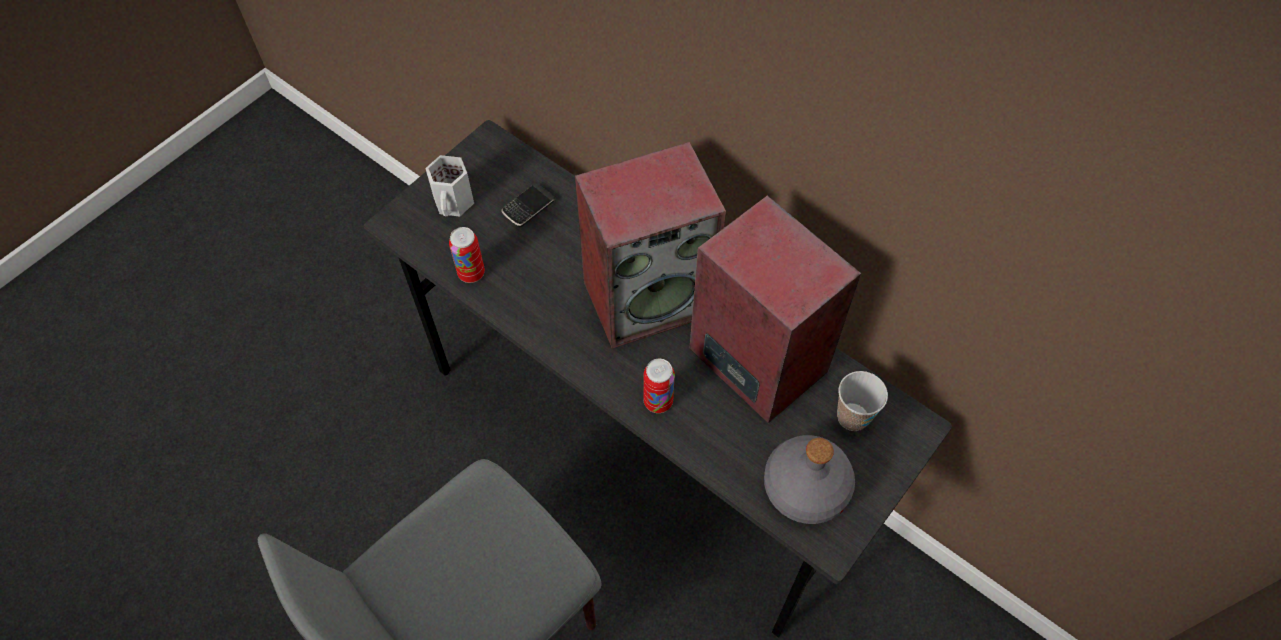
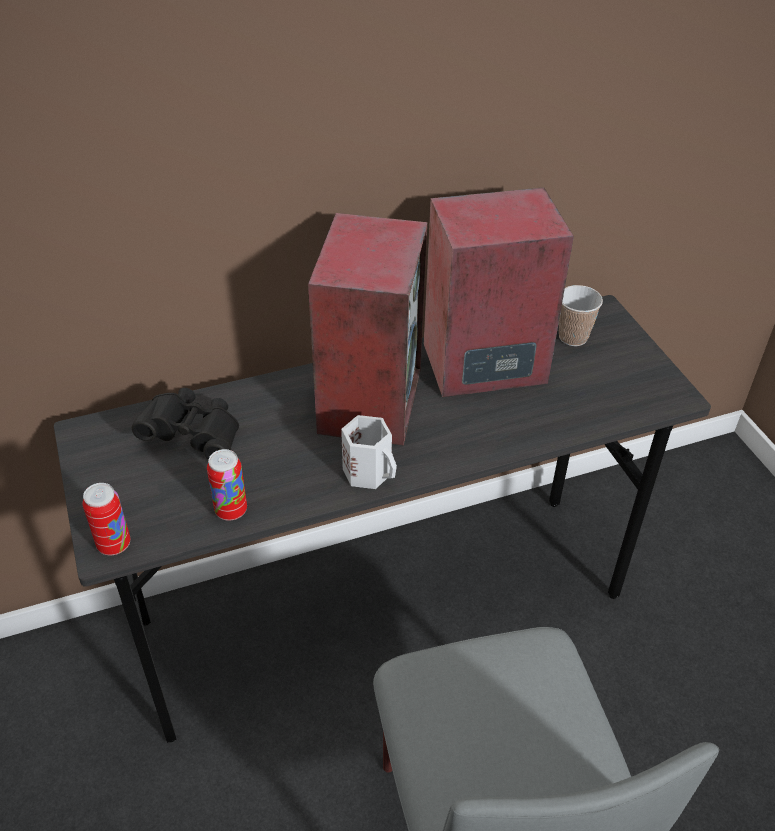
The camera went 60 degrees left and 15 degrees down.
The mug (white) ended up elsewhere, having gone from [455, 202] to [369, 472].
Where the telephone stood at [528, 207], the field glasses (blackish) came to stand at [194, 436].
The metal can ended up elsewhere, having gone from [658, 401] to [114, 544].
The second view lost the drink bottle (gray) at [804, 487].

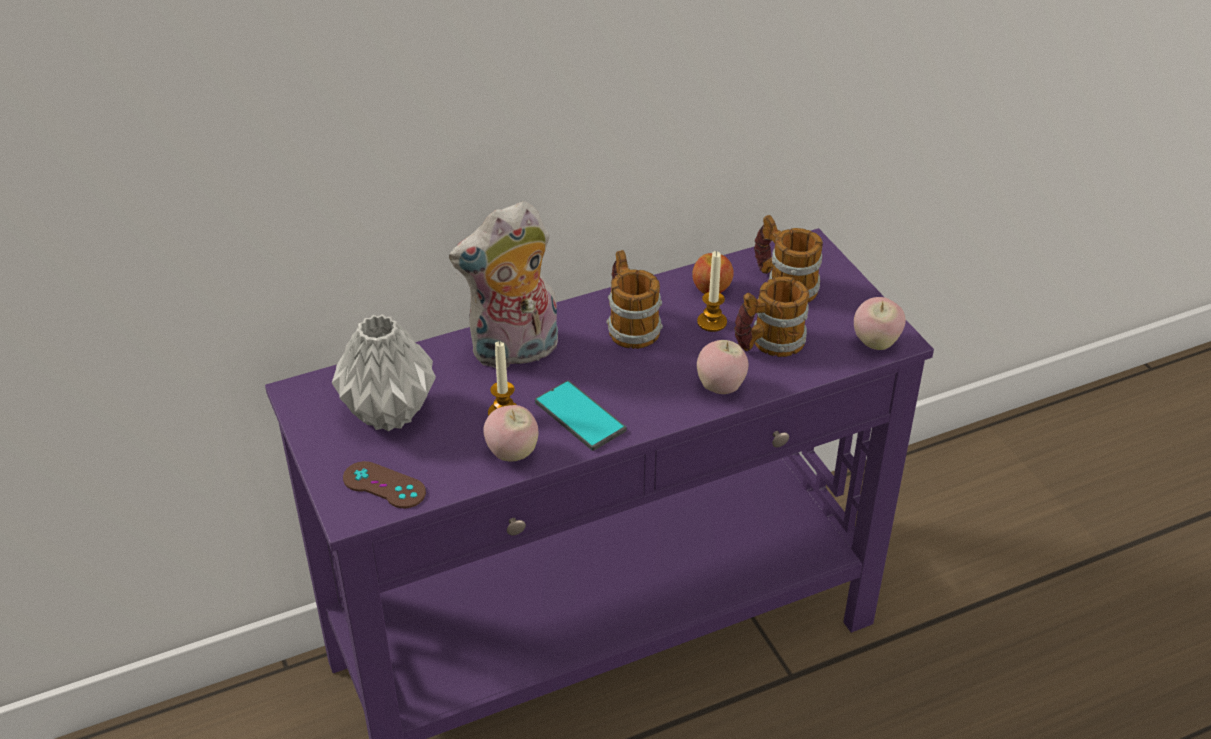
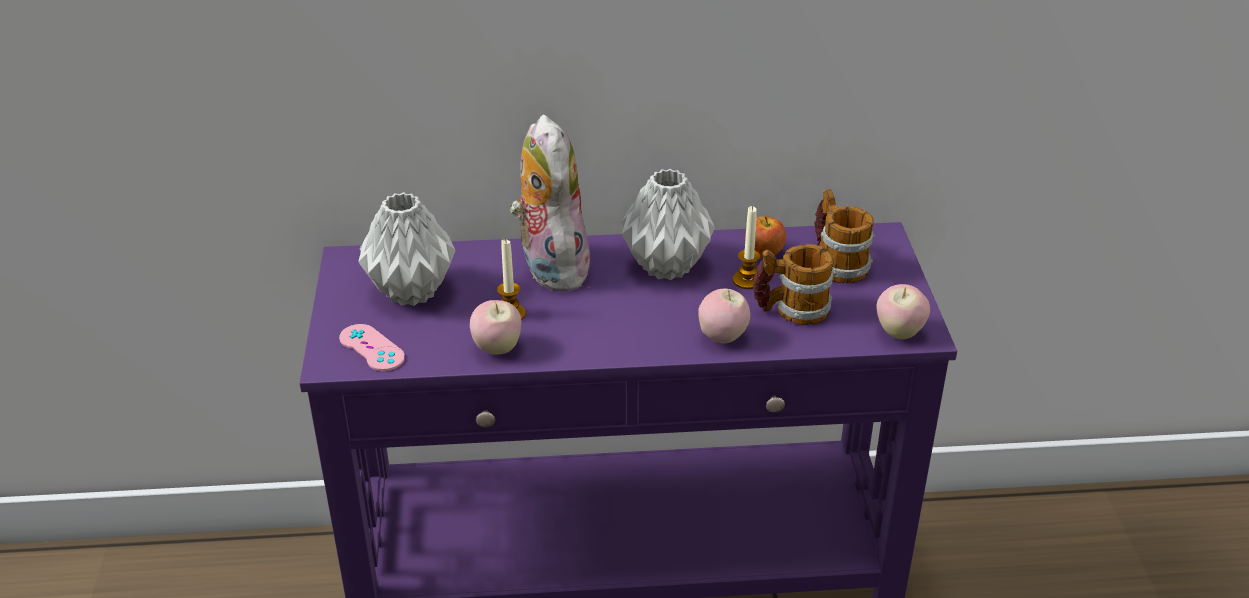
The camera went 20 degrees right and 5 degrees down.
The cuddly toy at [514, 353] ended up facing another way, 75 degrees clockwise from before.
Where the mug stood at [630, 325], the decorative vase (gray) came to stand at [668, 267].
The second view lost the telephone at [580, 416].
What was the game controller (brown) at [384, 485] turned into the game controller (pink-coloured) at [372, 348].

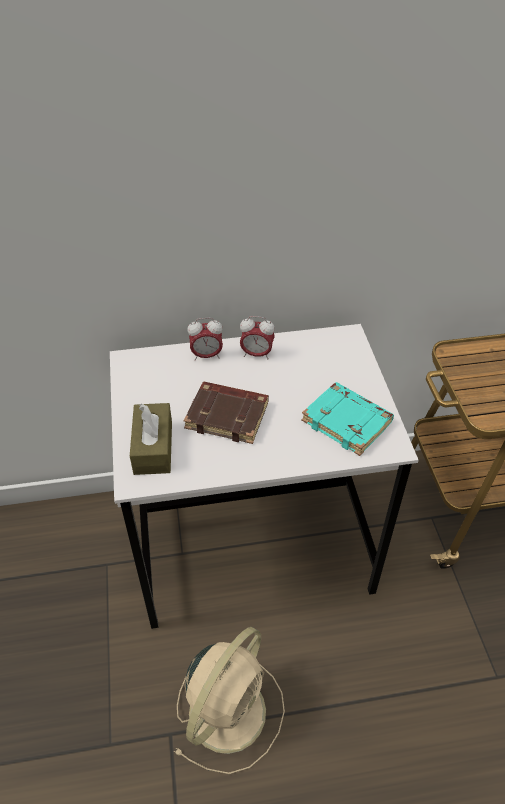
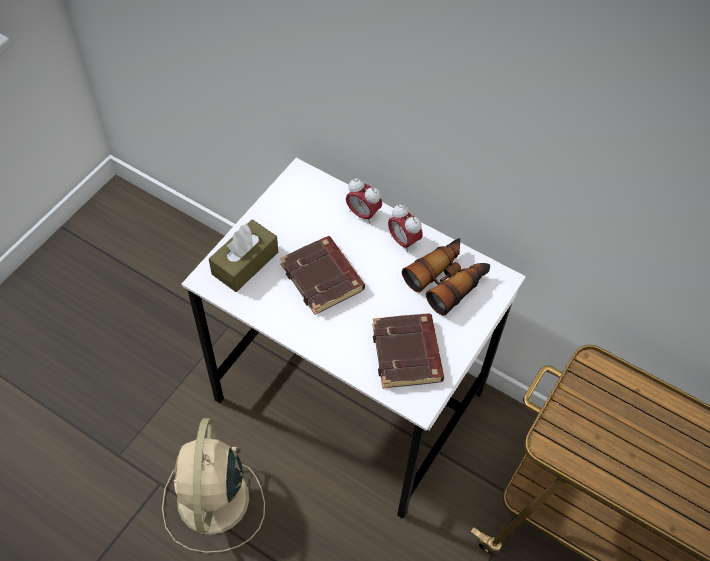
The camera went 40 degrees right and 10 degrees up.
What was the bound book (turquoise-coloured) at [348, 422] turned into the bound book (brown) at [408, 354].
The cooling fan (beige-coloured) at [229, 708] ended up facing another way, 105 degrees clockwise from before.
The second view gained the field glasses at [447, 280].

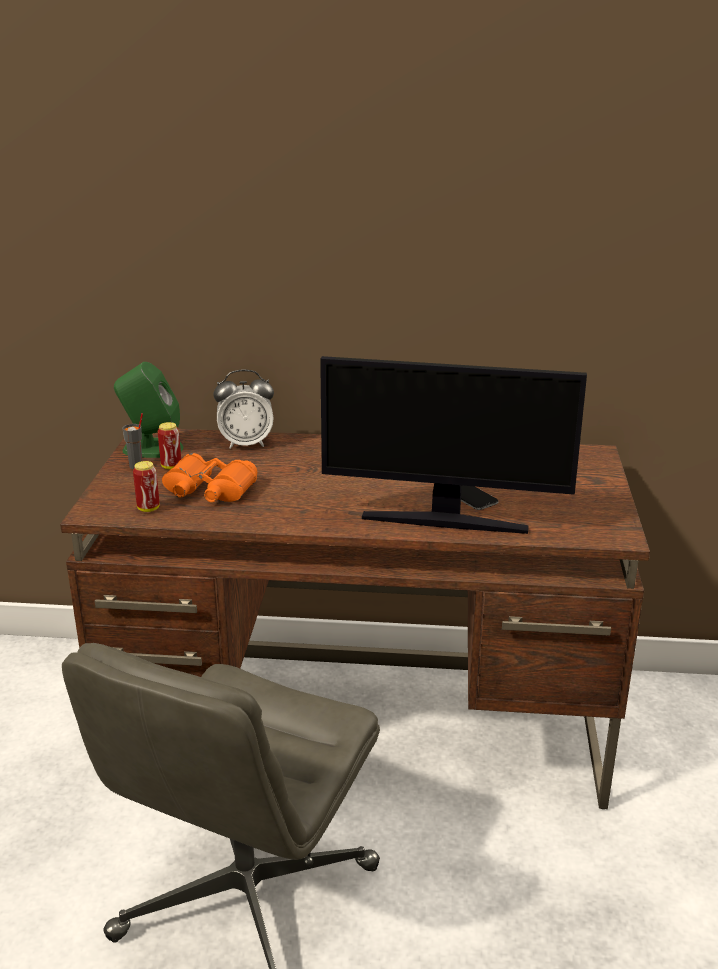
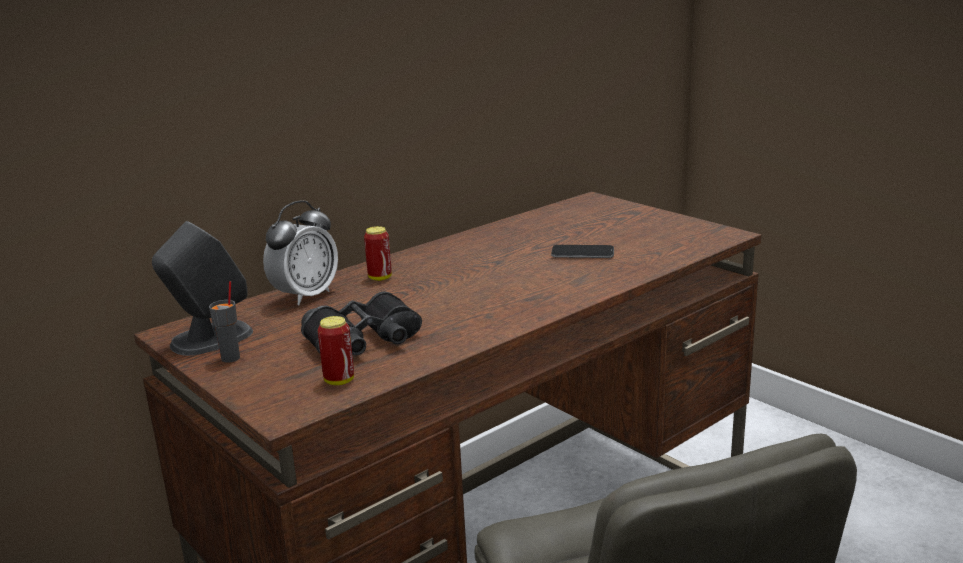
The camera went 45 degrees left and 5 degrees down.
The second view lost the monitor at [444, 520].
What was the speaker (green) at [152, 448] turned into the speaker (gray) at [210, 339].
The metal can ended up elsewhere, having gone from [171, 466] to [380, 278].
What was the field glasses (orange) at [209, 490] turned into the field glasses (blackish) at [364, 341].

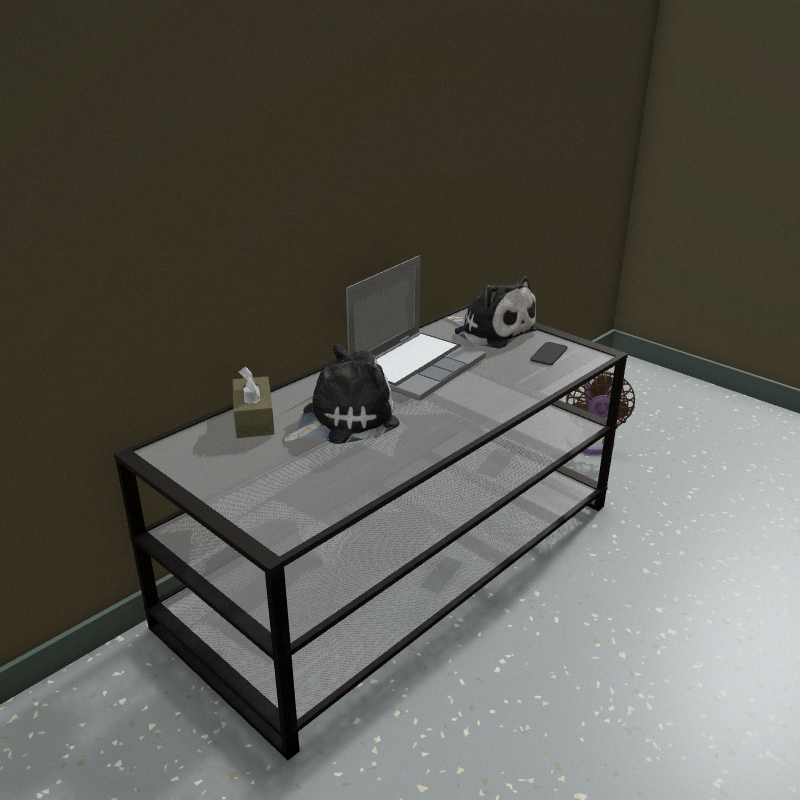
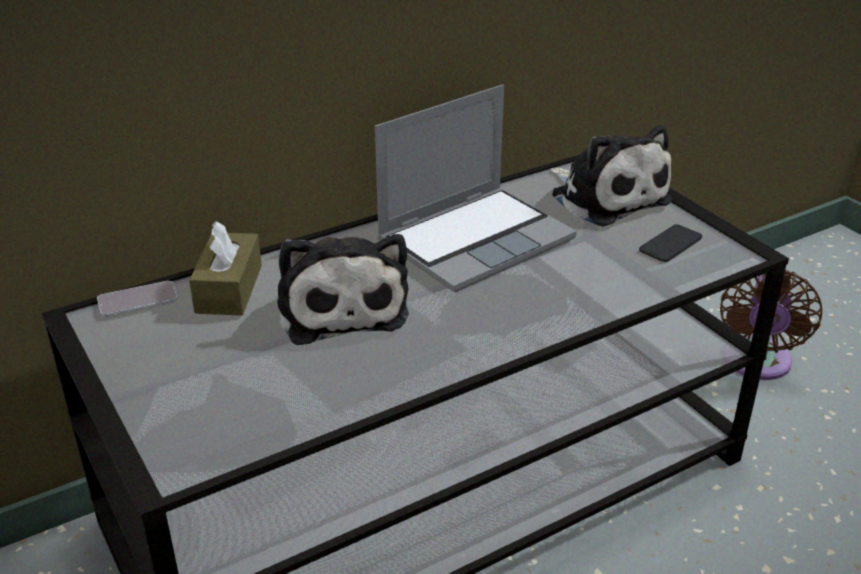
The camera went 15 degrees right and 5 degrees up.
The cuddly toy at [343, 420] ended up facing another way, 90 degrees clockwise from before.
The second view gained the telephone at [137, 300].

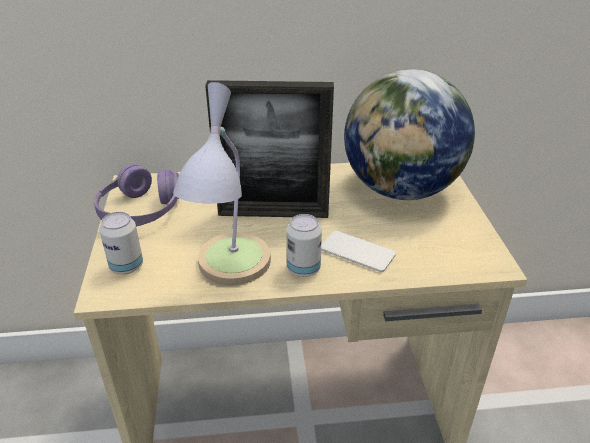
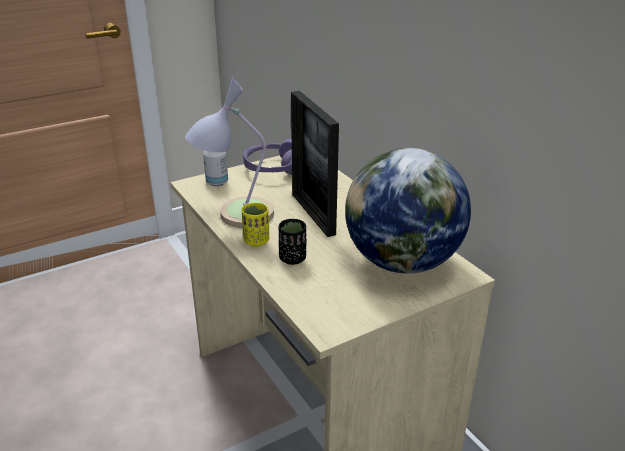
The camera went 65 degrees right and 5 degrees down.
Where the metal can stood at [303, 269], the drinking cup (yellow) came to stand at [256, 241].
Where the telephone stood at [357, 252], the drinking cup (blackish) came to stand at [292, 259].

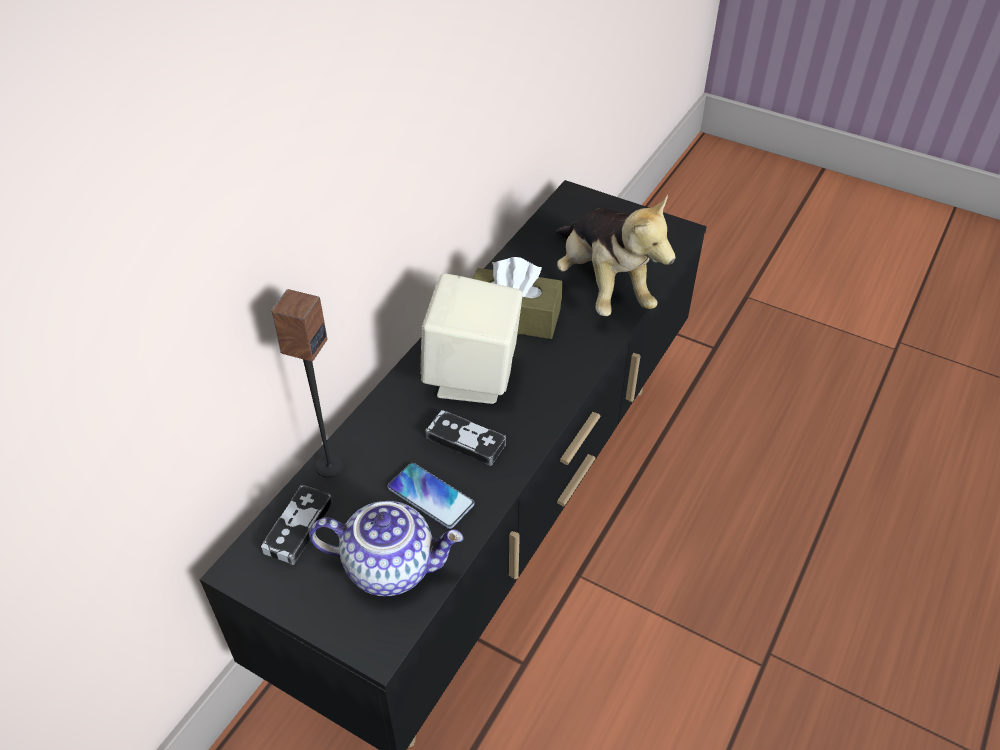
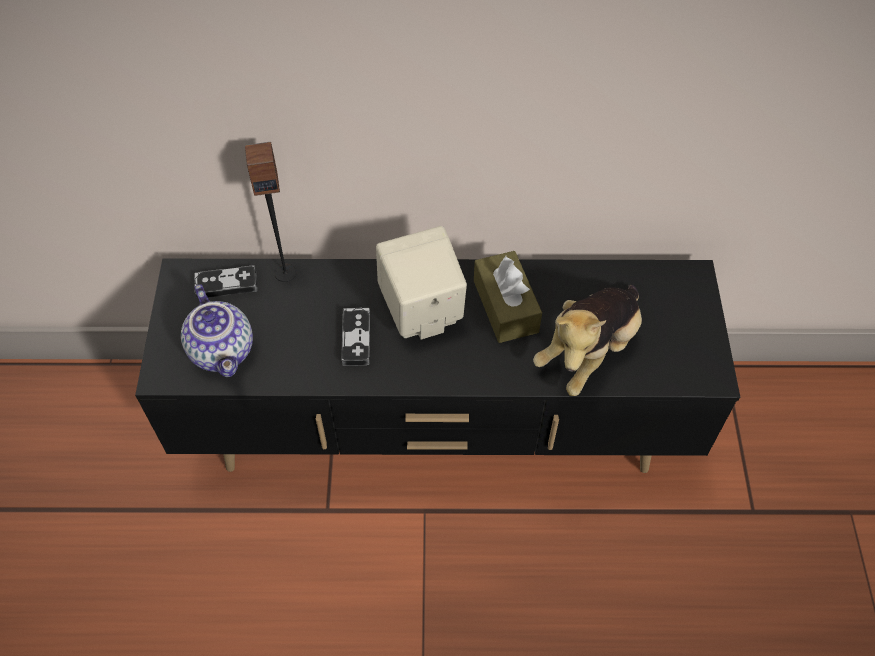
The camera went 60 degrees right and 10 degrees up.
The second view lost the telephone at [430, 496].

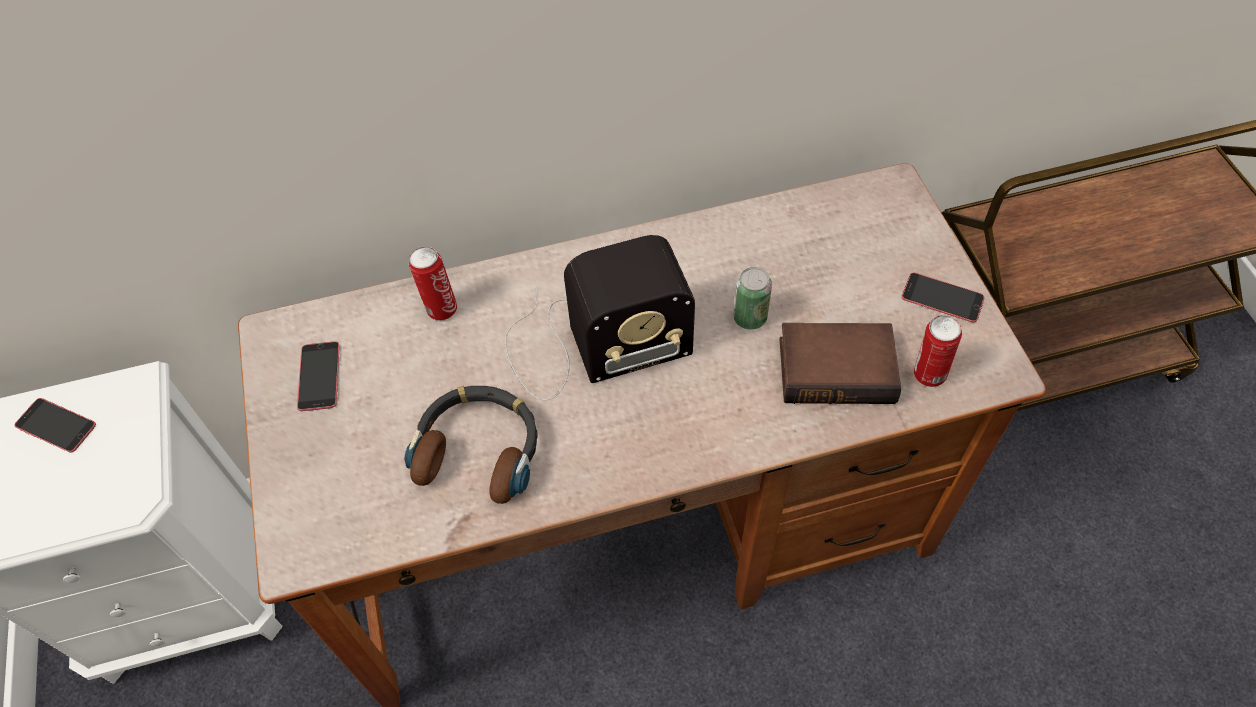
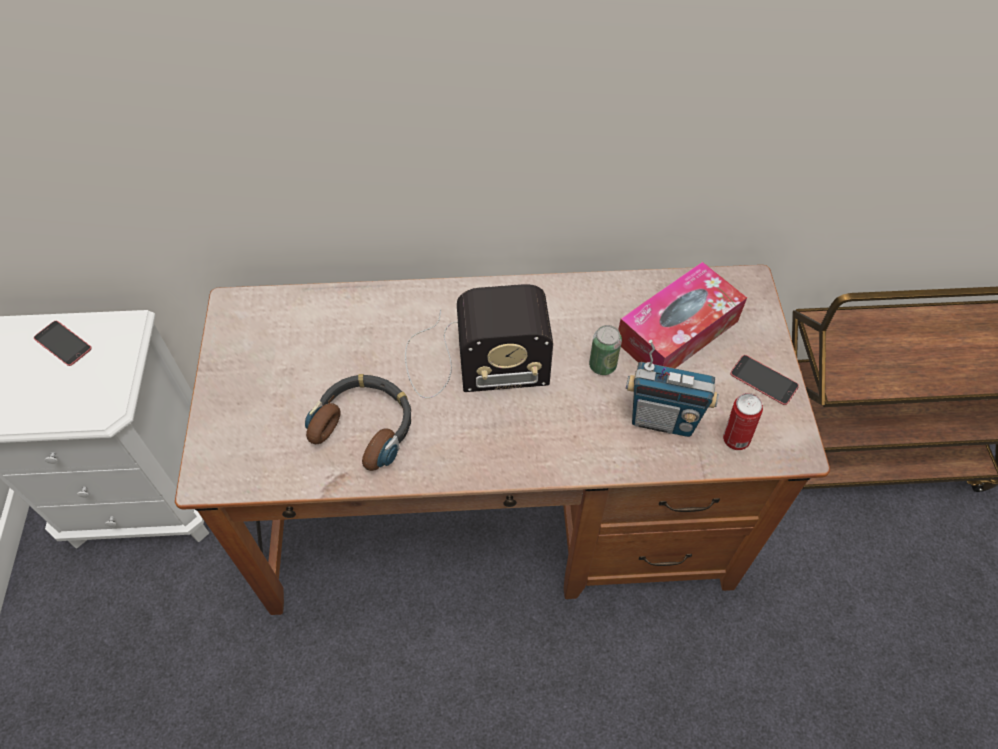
The camera went 10 degrees right and 0 degrees up.
The second view lost the metal can at [440, 308].
Where the bound book stood at [837, 368], the radio set came to stand at [662, 419].
The second view lost the telephone at [319, 376].
The second view gained the box of tissues at [677, 331].

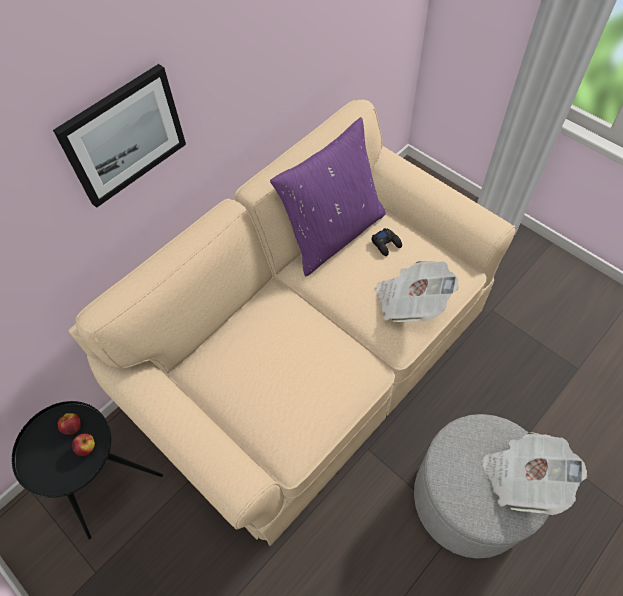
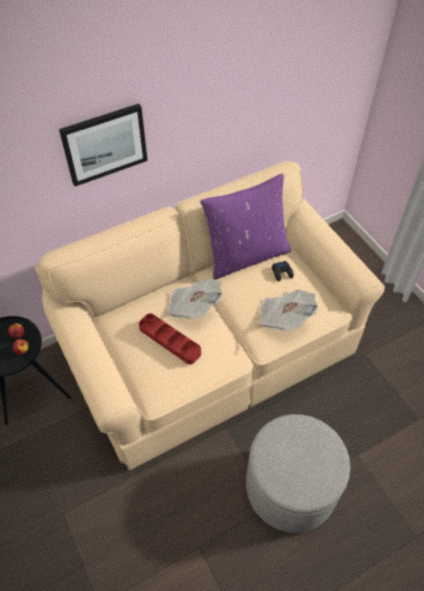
The camera went 15 degrees right and 5 degrees down.
The newspaper ended up elsewhere, having gone from [524, 477] to [193, 307].
The second view gained the tray (red) at [169, 340].

